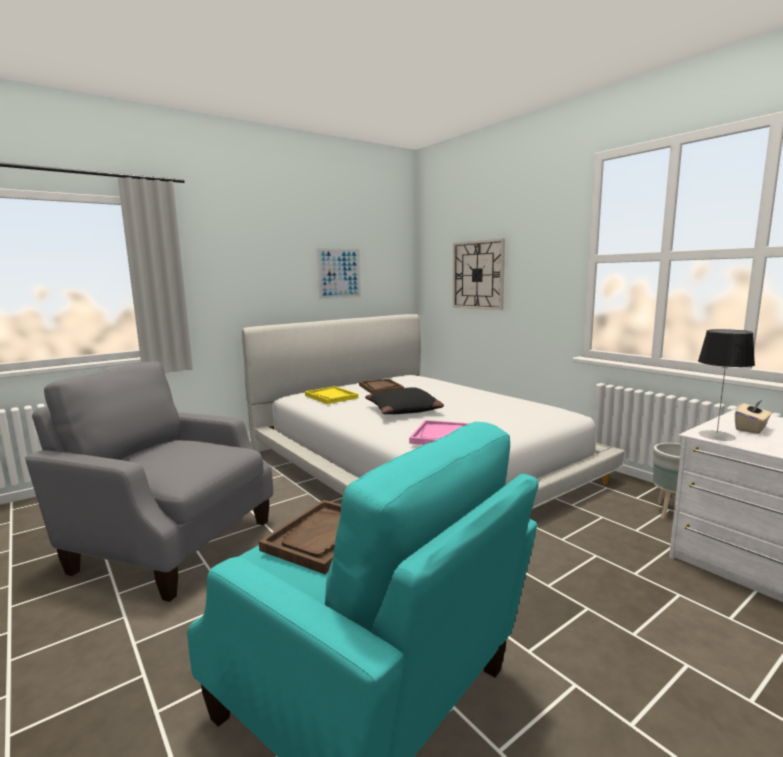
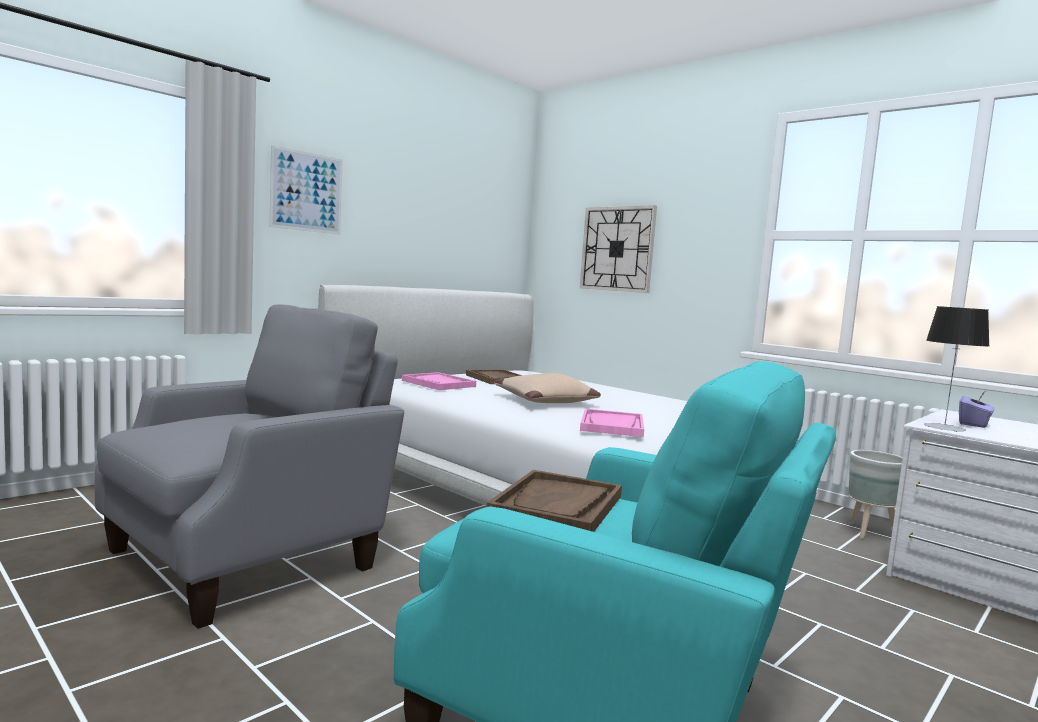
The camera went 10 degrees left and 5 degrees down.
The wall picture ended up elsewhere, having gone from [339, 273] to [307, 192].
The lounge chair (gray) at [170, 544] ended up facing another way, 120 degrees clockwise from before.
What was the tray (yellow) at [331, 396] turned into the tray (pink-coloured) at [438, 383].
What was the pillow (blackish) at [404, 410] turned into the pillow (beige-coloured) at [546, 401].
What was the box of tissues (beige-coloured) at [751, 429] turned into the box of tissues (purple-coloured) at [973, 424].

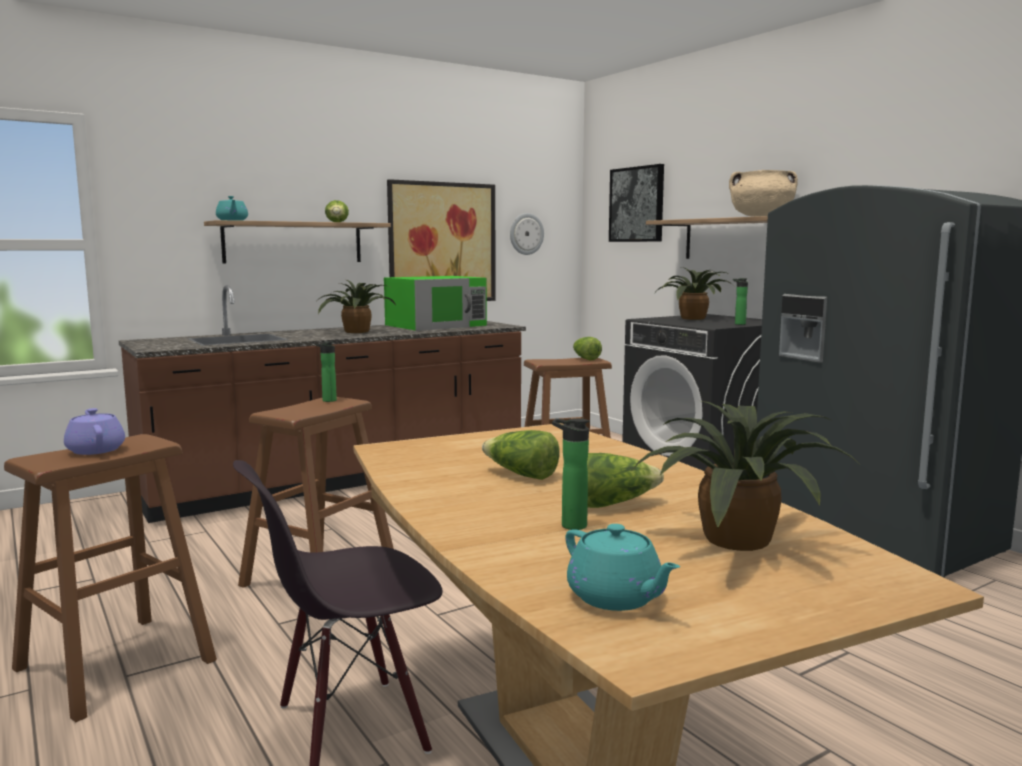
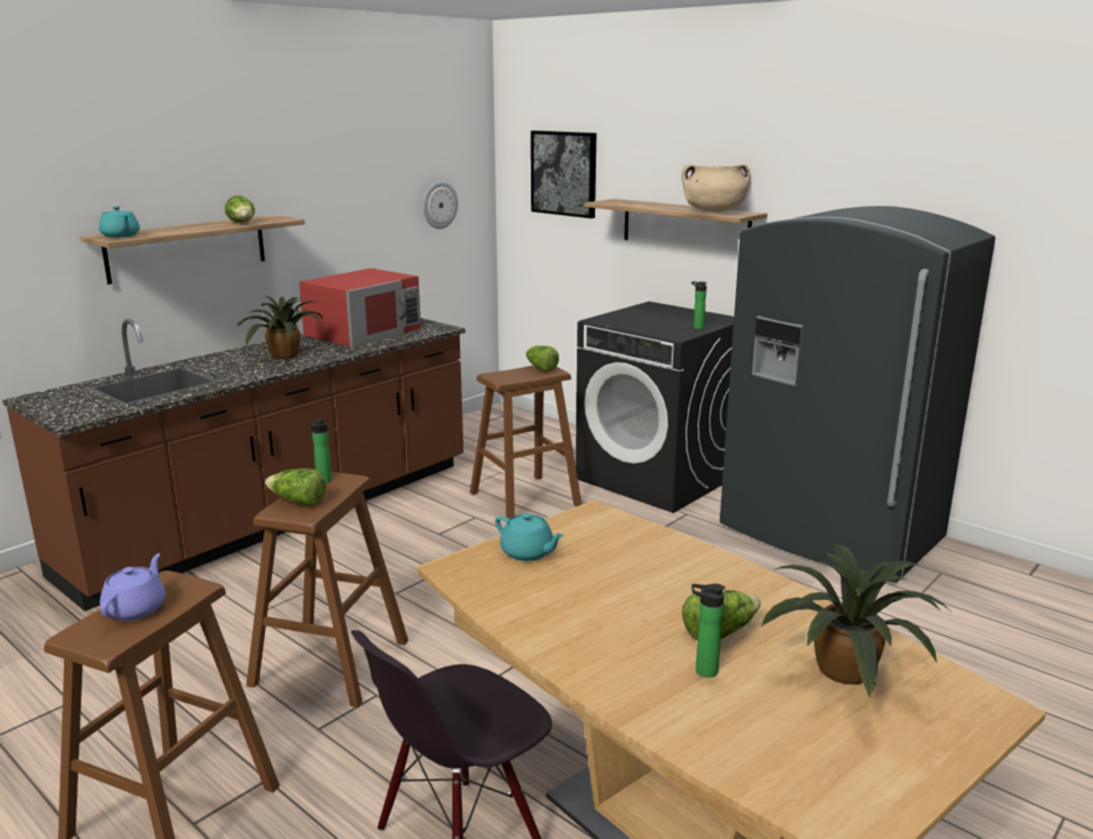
The camera went 15 degrees left and 10 degrees up.
The second view lost the wall picture at [442, 243].
The second view lost the plant in a pot at [693, 319].
What was the microwave (green) at [437, 325] turned into the microwave (red) at [364, 332].
The pot for tea (purple-coloured) at [95, 450] ended up facing another way, 60 degrees clockwise from before.
The head of lettuce ended up elsewhere, having gone from [521, 475] to [298, 502].
The pot for tea (turquoise-coloured) ended up elsewhere, having gone from [616, 598] to [528, 553].

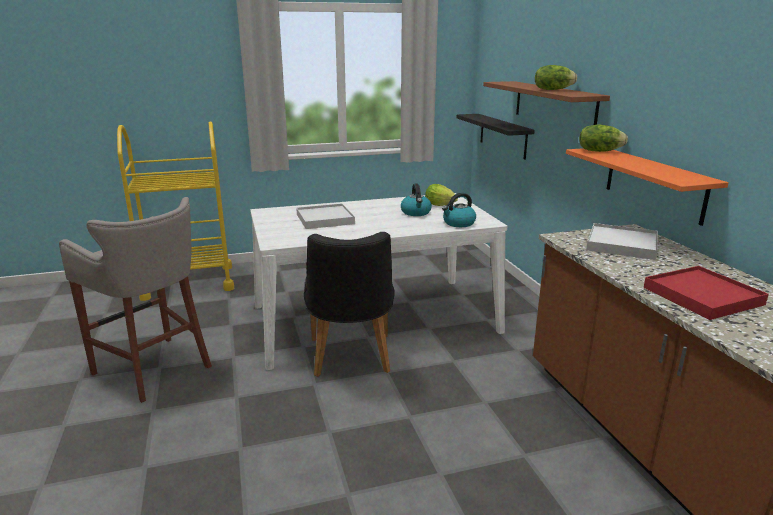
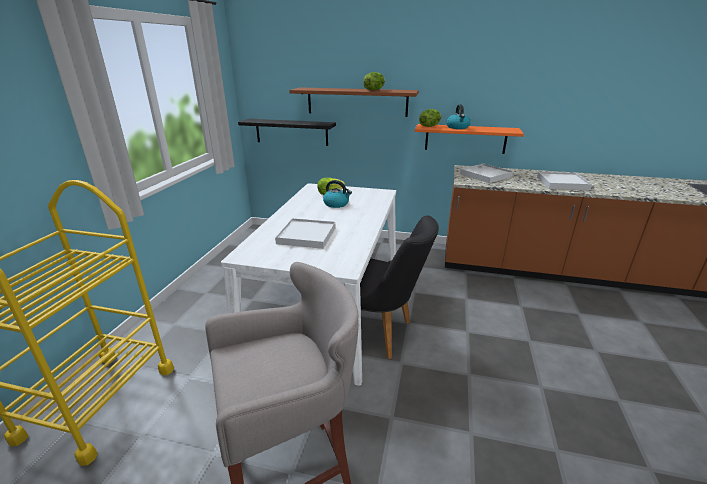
The camera went 60 degrees left and 5 degrees up.
The kettle ended up elsewhere, having gone from [458, 223] to [458, 127].
What was the tray (red) at [702, 296] turned into the tray (white) at [562, 183].

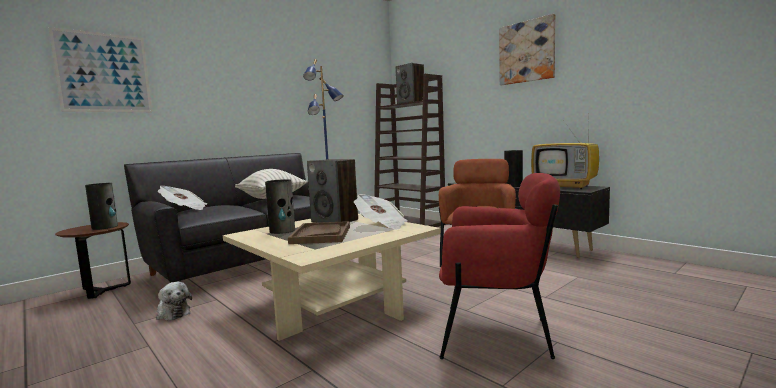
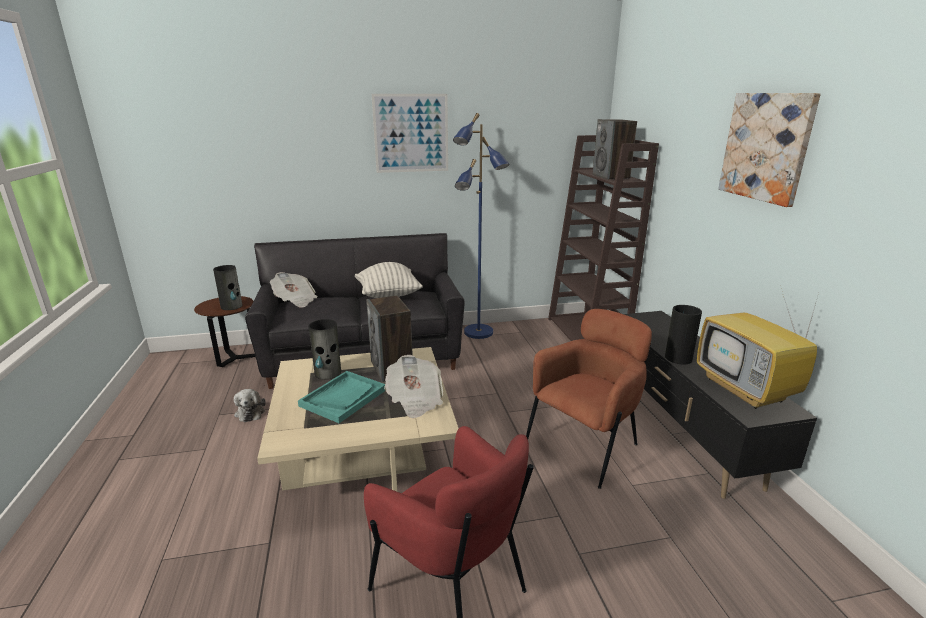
The camera went 30 degrees right and 15 degrees up.
The wall picture ended up elsewhere, having gone from [104, 73] to [411, 133].
What was the tray (brown) at [321, 235] turned into the tray (turquoise-coloured) at [343, 397].

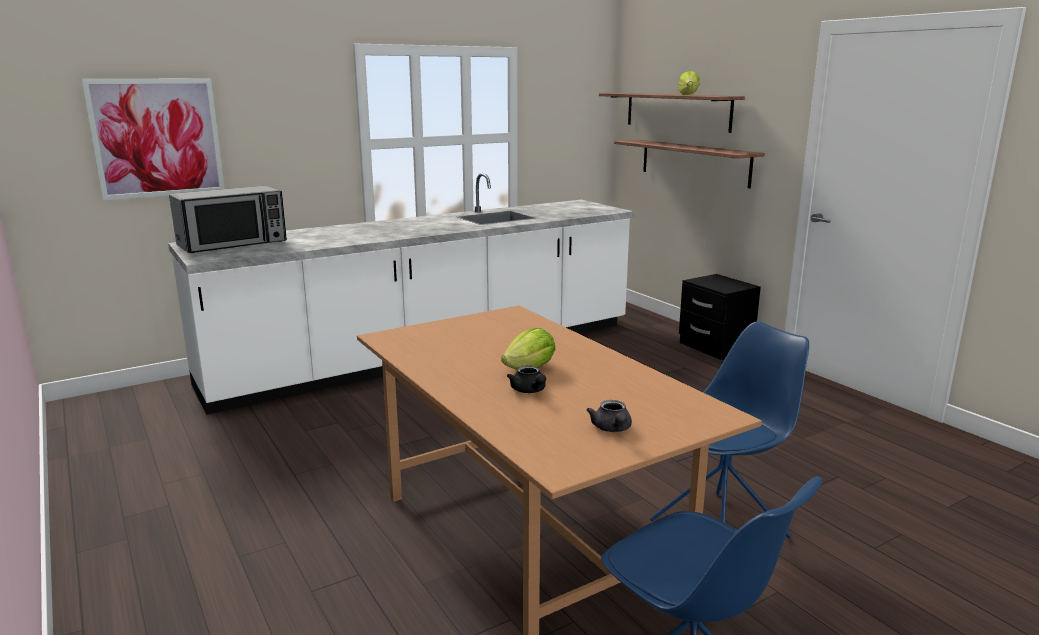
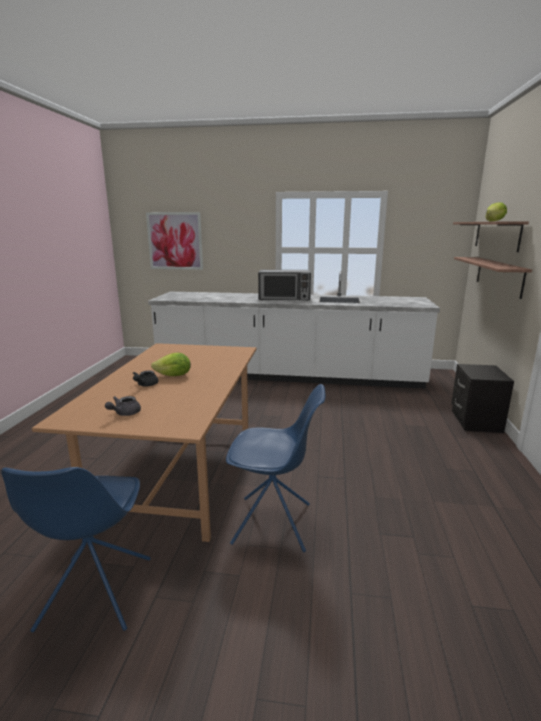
The camera went 40 degrees right and 0 degrees up.
The microwave ended up elsewhere, having gone from [233, 244] to [284, 298].

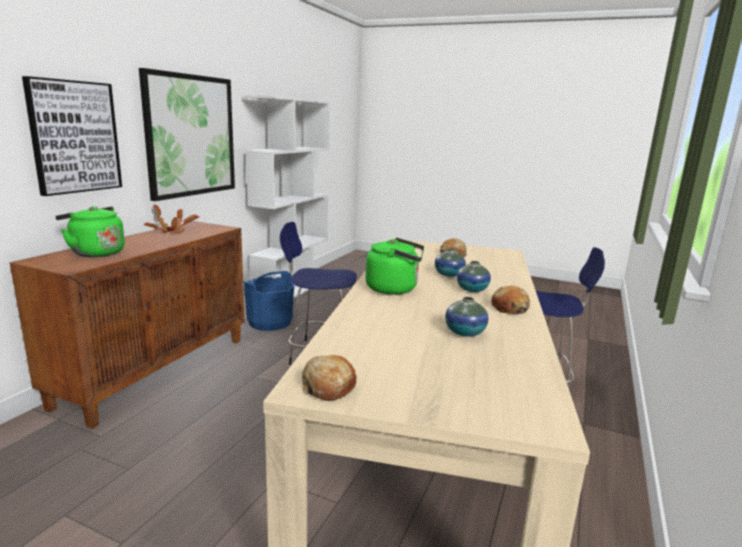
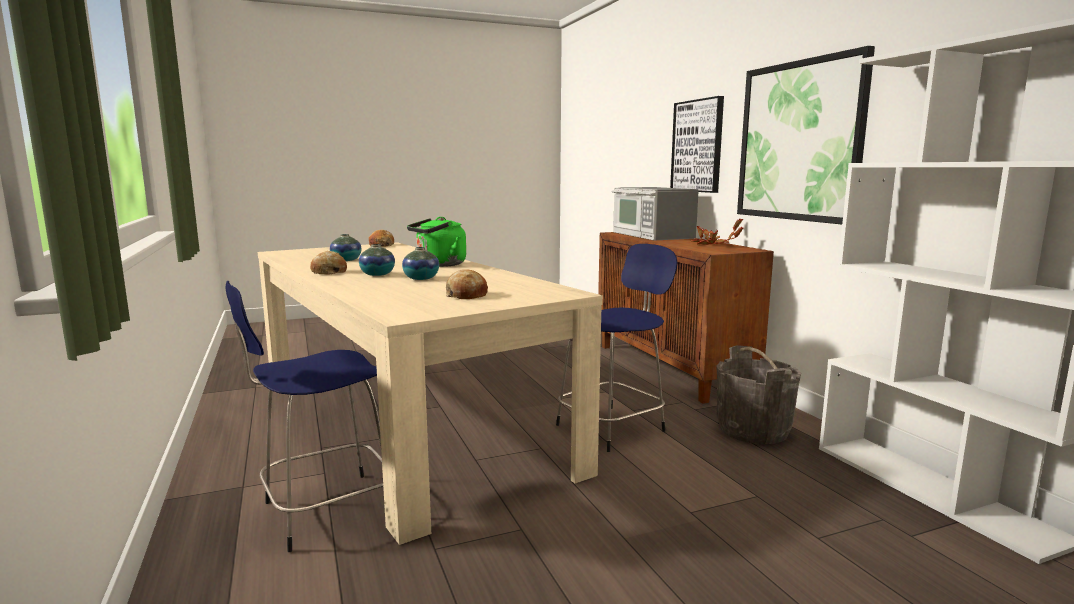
The camera went 135 degrees right and 5 degrees down.
Where the kettle (green) stood at [95, 253], the microwave came to stand at [651, 235].
What was the pail (blue) at [269, 322] turned into the pail (gray) at [753, 430].

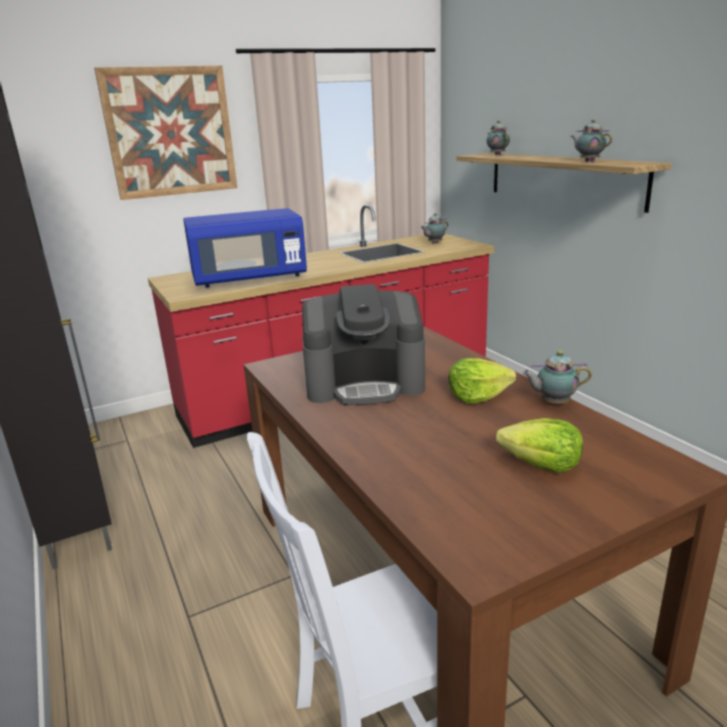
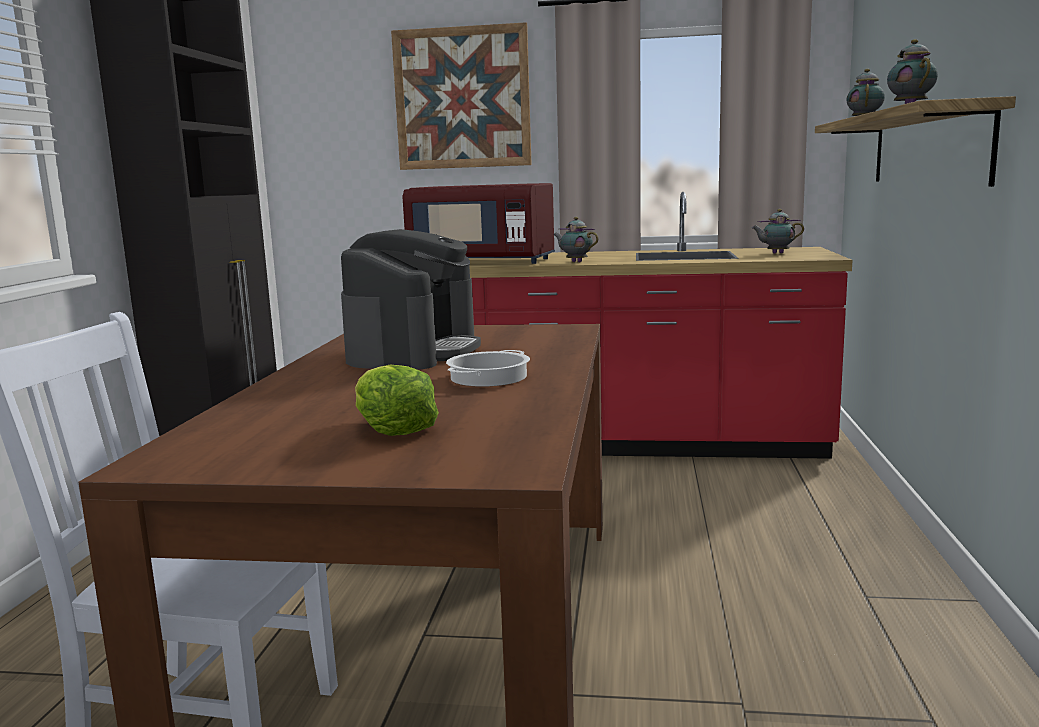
The camera went 35 degrees right and 10 degrees down.
What was the microwave (blue) at [249, 279] turned into the microwave (red) at [483, 262].
The coffee brewer at [365, 383] ended up facing another way, 105 degrees counterclockwise from before.
The pot for tea ended up elsewhere, having gone from [553, 403] to [575, 262].
Where the head of lettuce stood at [477, 396], the stockpot came to stand at [488, 377].

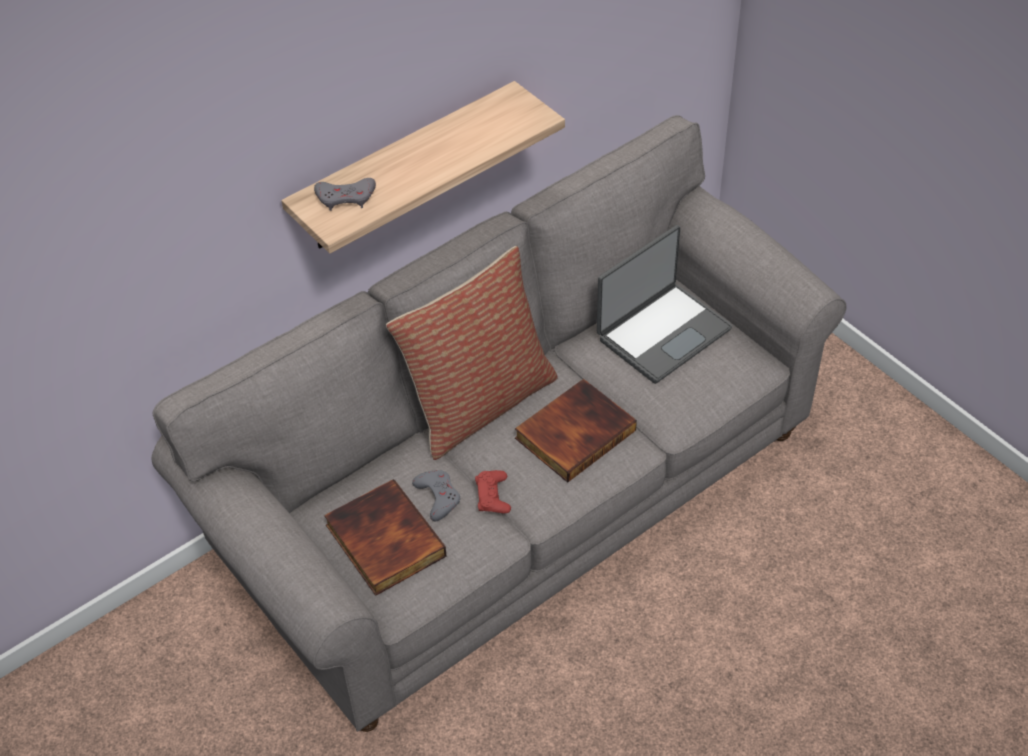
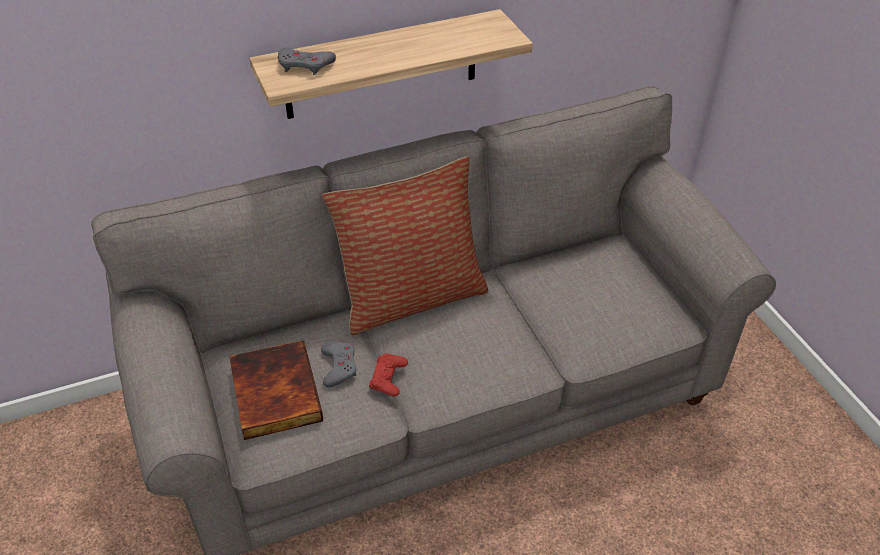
The camera went 15 degrees right and 5 degrees down.
The second view lost the laptop at [662, 332].
The second view lost the bound book at [574, 432].

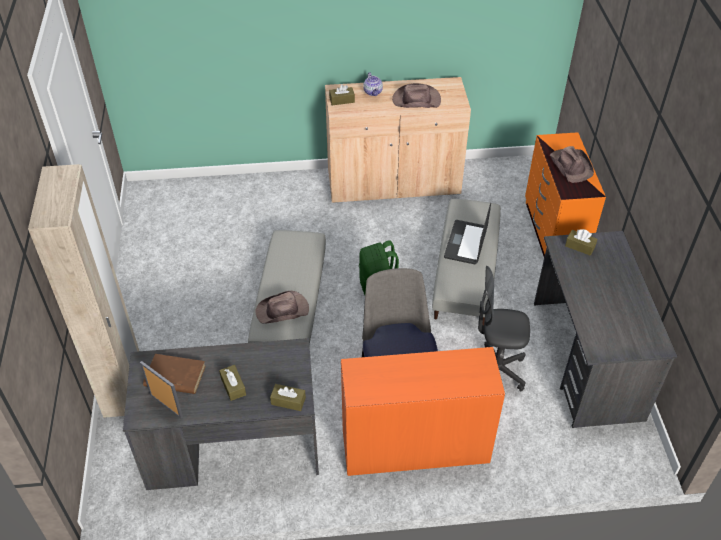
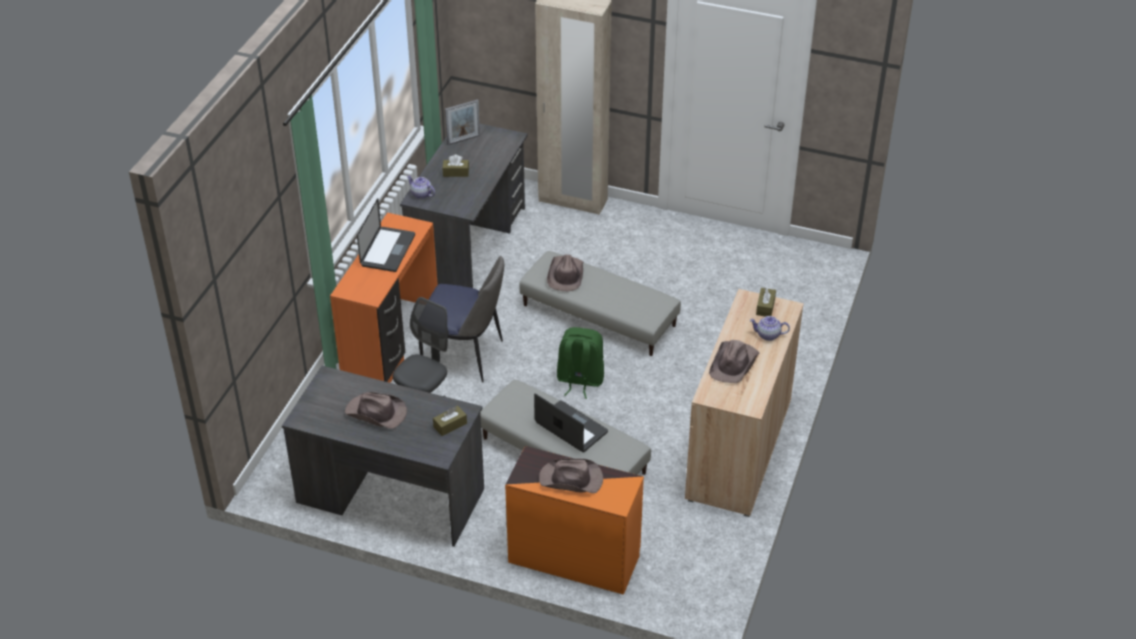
The camera went 115 degrees right and 5 degrees down.
The second view lost the bound book (brown) at [174, 376].
Where the box of tissues (brown) stood at [288, 401], the pot for tea came to stand at [421, 194].
The second view gained the laptop at [388, 250].
The second view gained the clothing hat (brown) at [376, 413].

